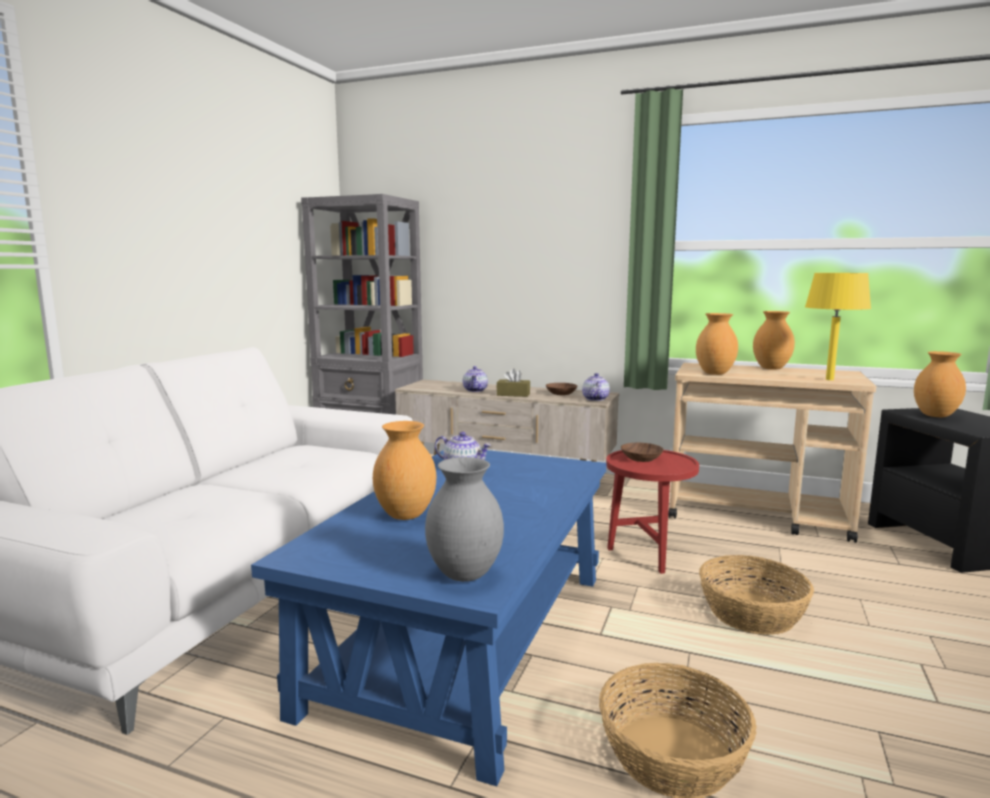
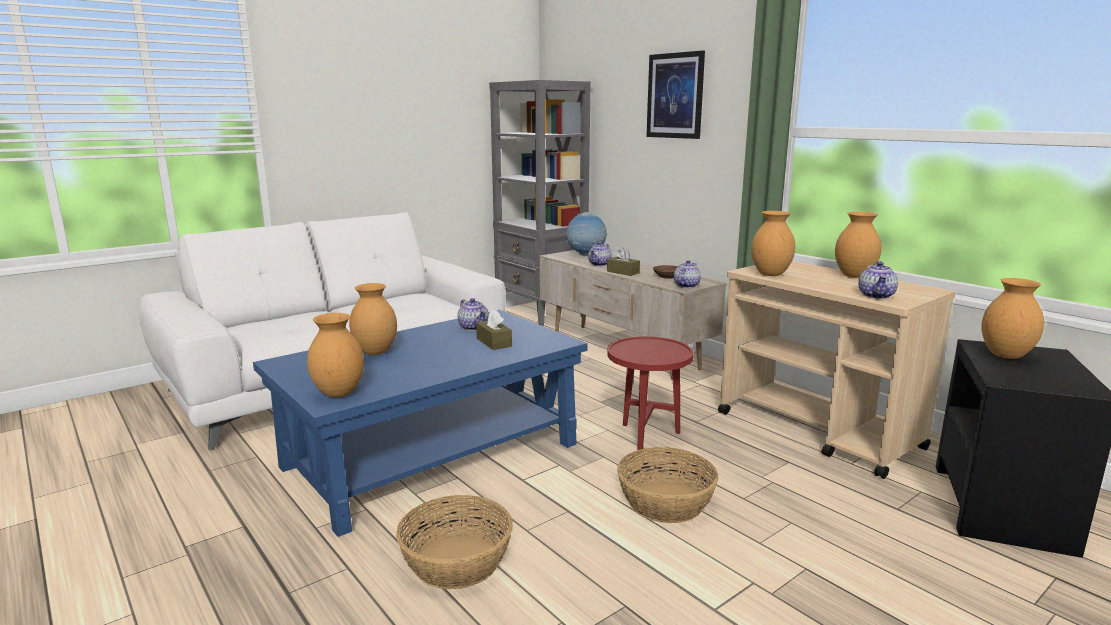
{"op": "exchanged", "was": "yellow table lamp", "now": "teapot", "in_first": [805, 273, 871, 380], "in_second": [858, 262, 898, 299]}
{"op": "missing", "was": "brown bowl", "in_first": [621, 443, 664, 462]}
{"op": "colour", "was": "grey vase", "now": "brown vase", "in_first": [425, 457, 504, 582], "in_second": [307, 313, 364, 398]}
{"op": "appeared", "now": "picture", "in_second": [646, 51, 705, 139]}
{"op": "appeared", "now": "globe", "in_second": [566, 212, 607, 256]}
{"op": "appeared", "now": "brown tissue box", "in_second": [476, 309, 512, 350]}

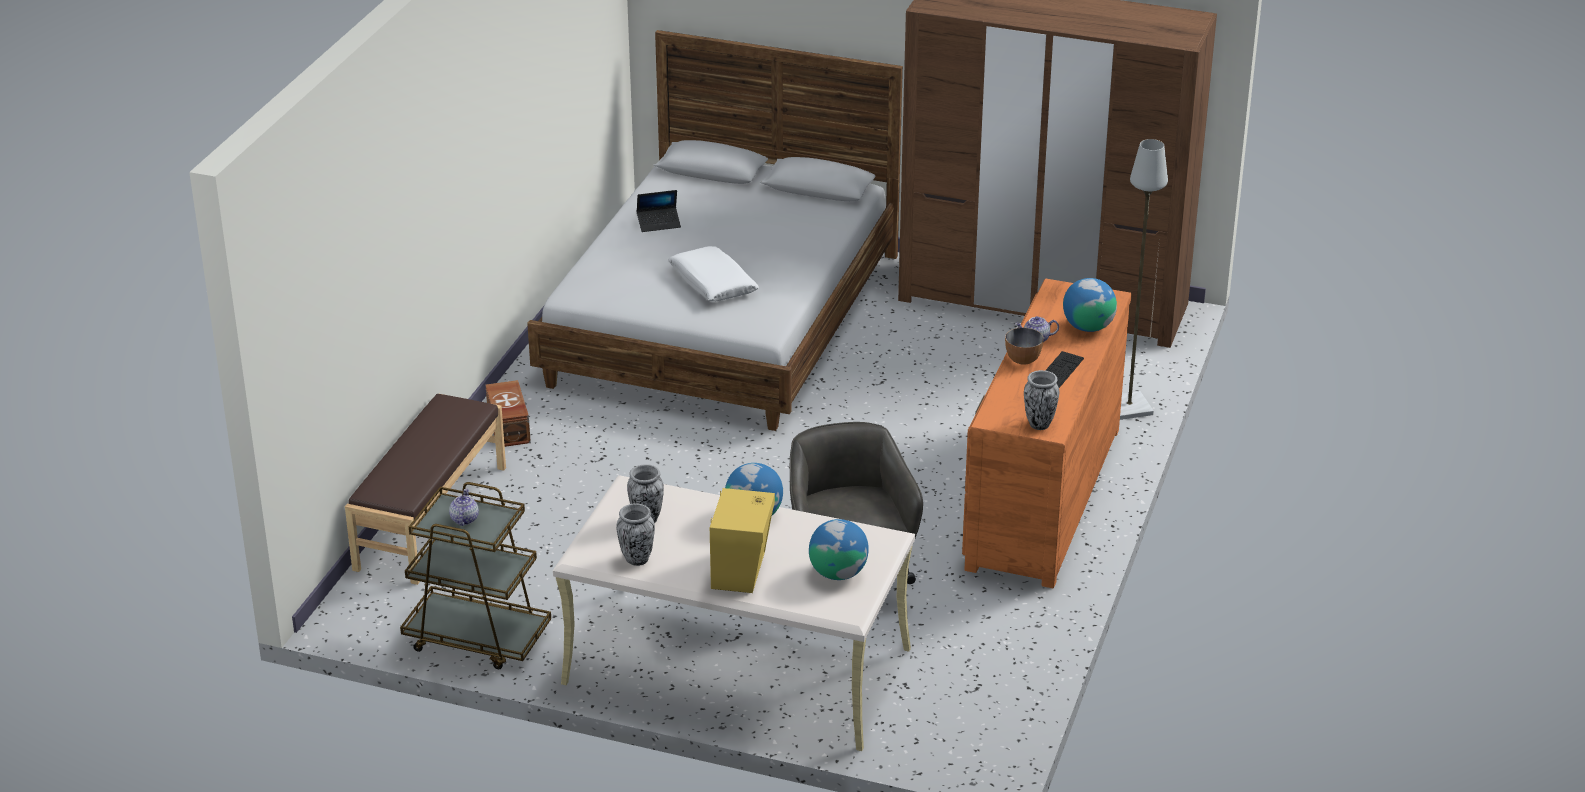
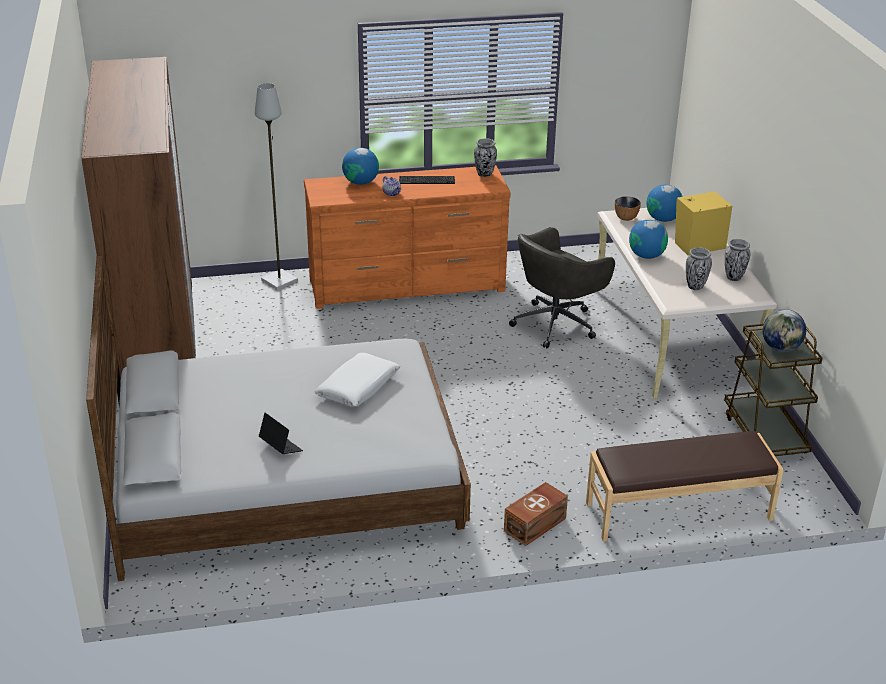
{"op": "relocated", "was": "bowl", "in_first": [1005, 328, 1044, 365], "in_second": [615, 196, 641, 221]}
{"op": "exchanged", "was": "teapot", "now": "globe", "in_first": [449, 489, 479, 526], "in_second": [763, 309, 806, 352]}

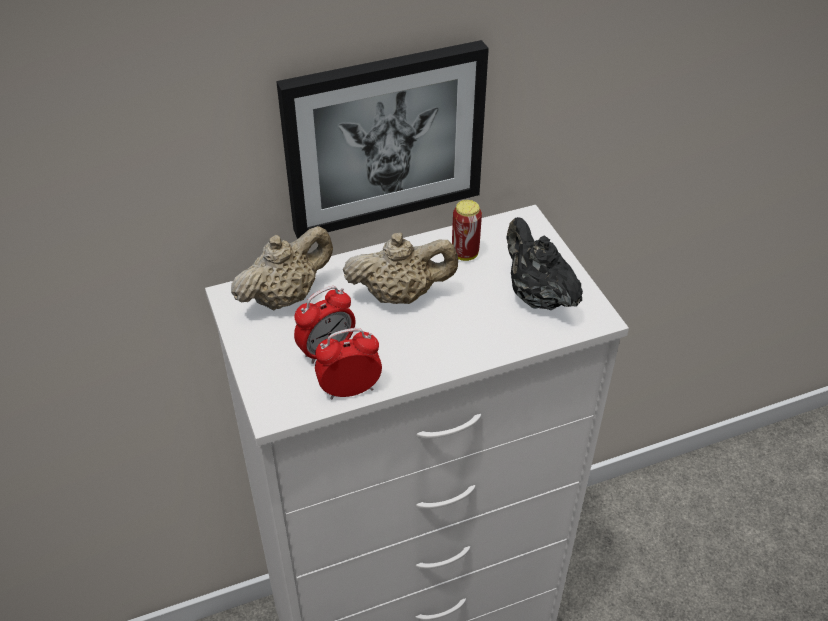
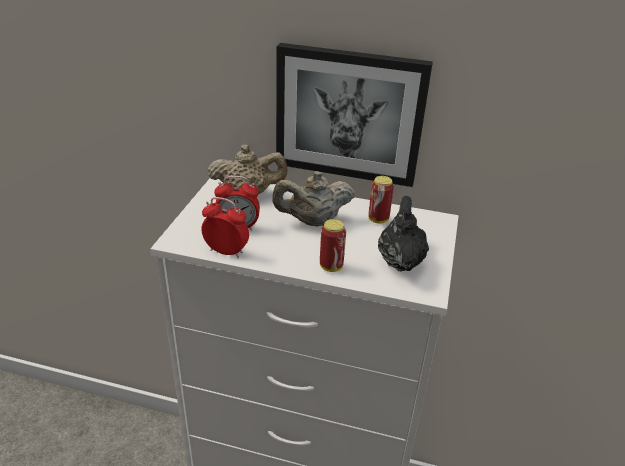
{"op": "spun", "was": "beige teapot", "in_first": [343, 232, 458, 304], "in_second": [272, 171, 355, 227], "clockwise": 135}
{"op": "appeared", "now": "can", "in_second": [320, 219, 346, 272]}

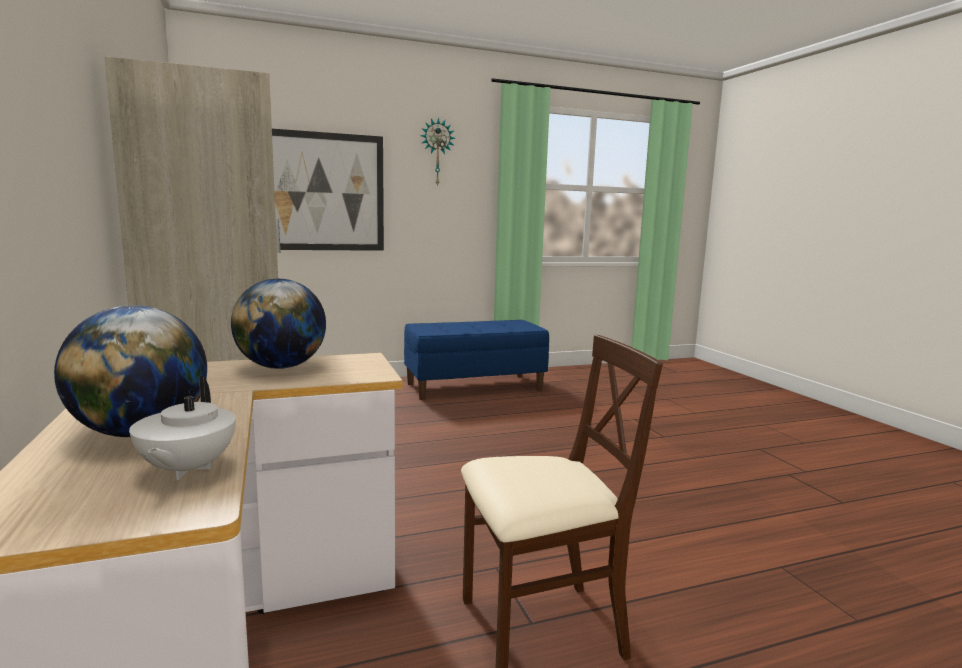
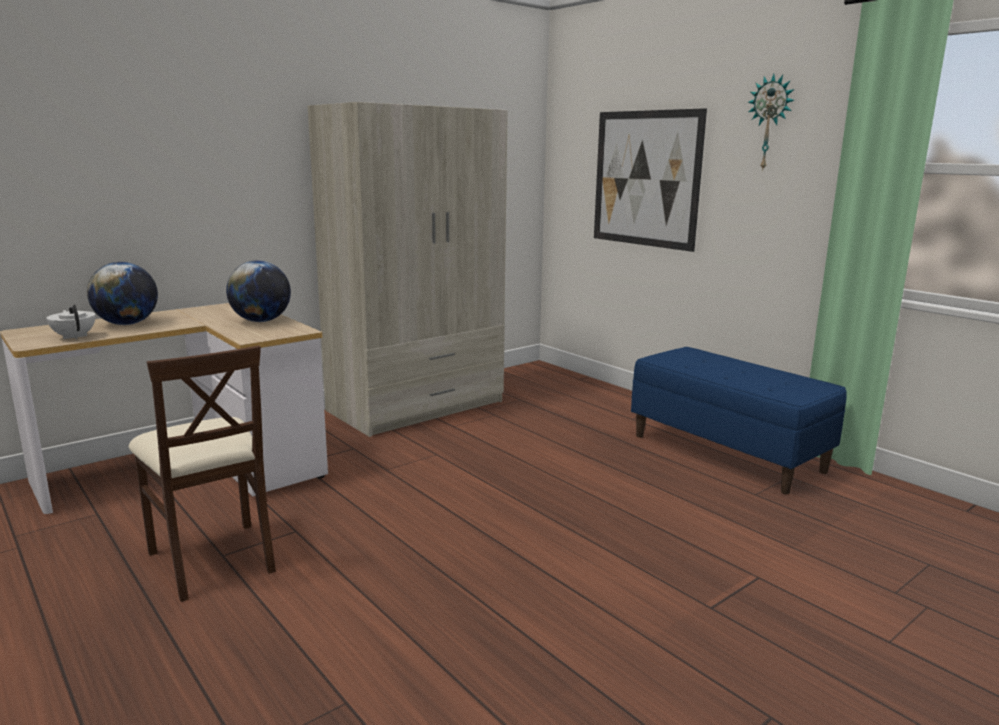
{"op": "spun", "was": "white teapot", "in_first": [129, 376, 236, 480], "in_second": [46, 304, 96, 340], "clockwise": 75}

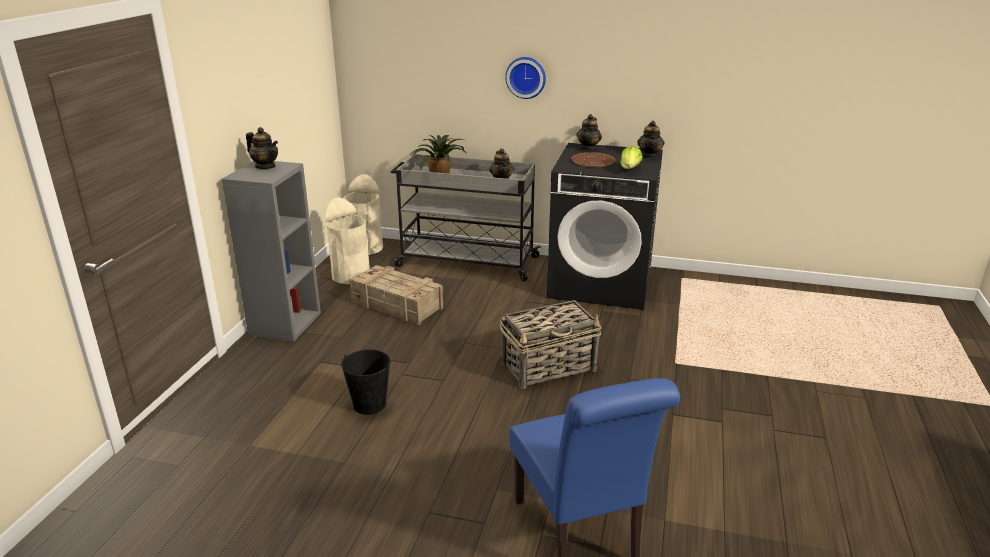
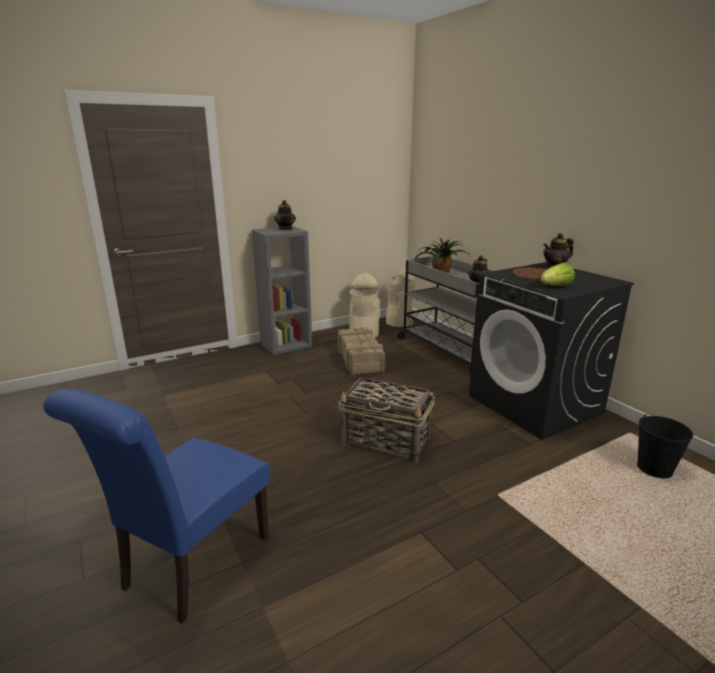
{"op": "missing", "was": "wall clock", "in_first": [505, 57, 546, 99]}
{"op": "missing", "was": "teapot", "in_first": [637, 120, 665, 158]}
{"op": "relocated", "was": "black bucket", "in_first": [341, 349, 390, 415], "in_second": [637, 414, 693, 478]}

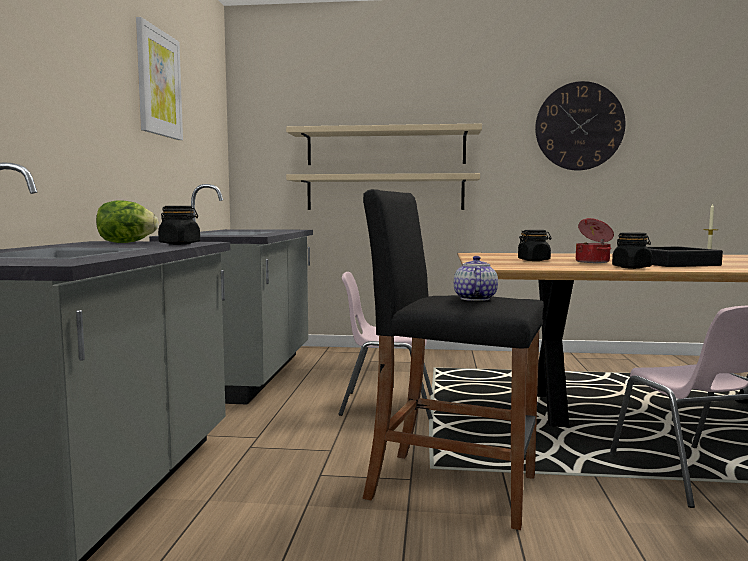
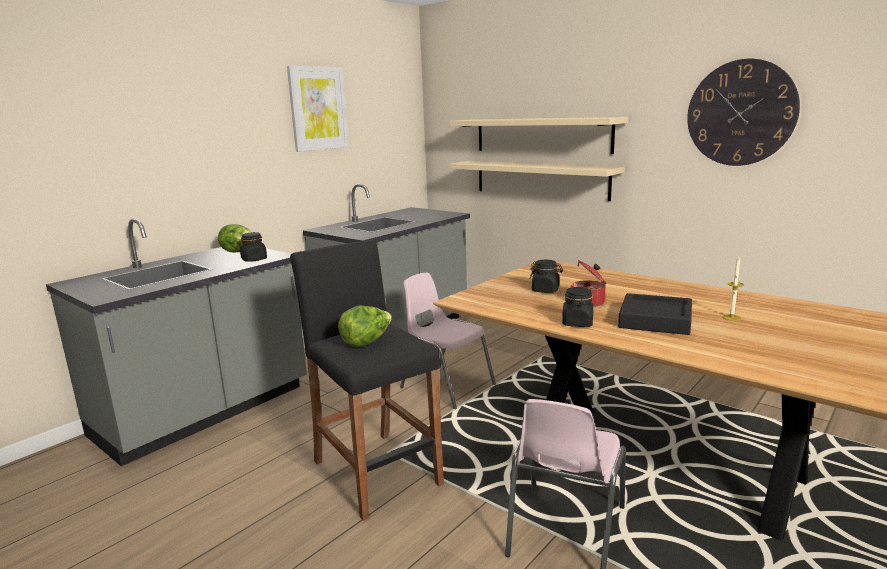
{"op": "exchanged", "was": "teapot", "now": "lettuce", "in_first": [454, 256, 498, 301], "in_second": [338, 305, 392, 347]}

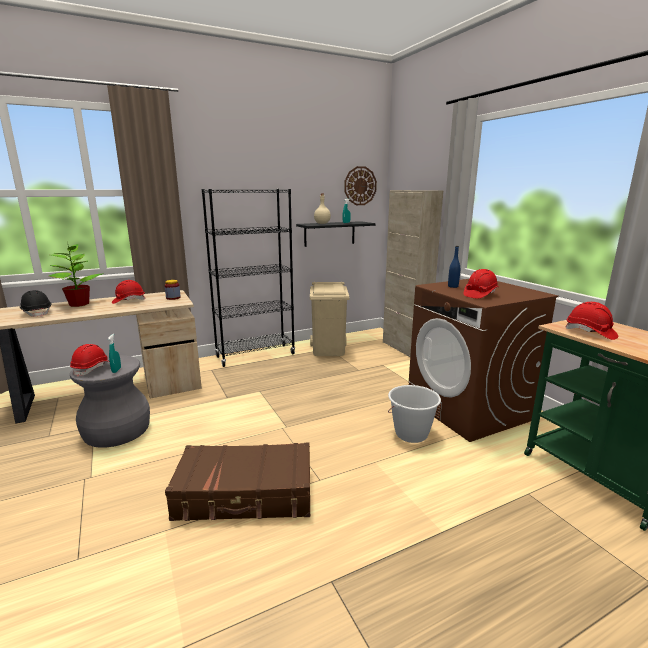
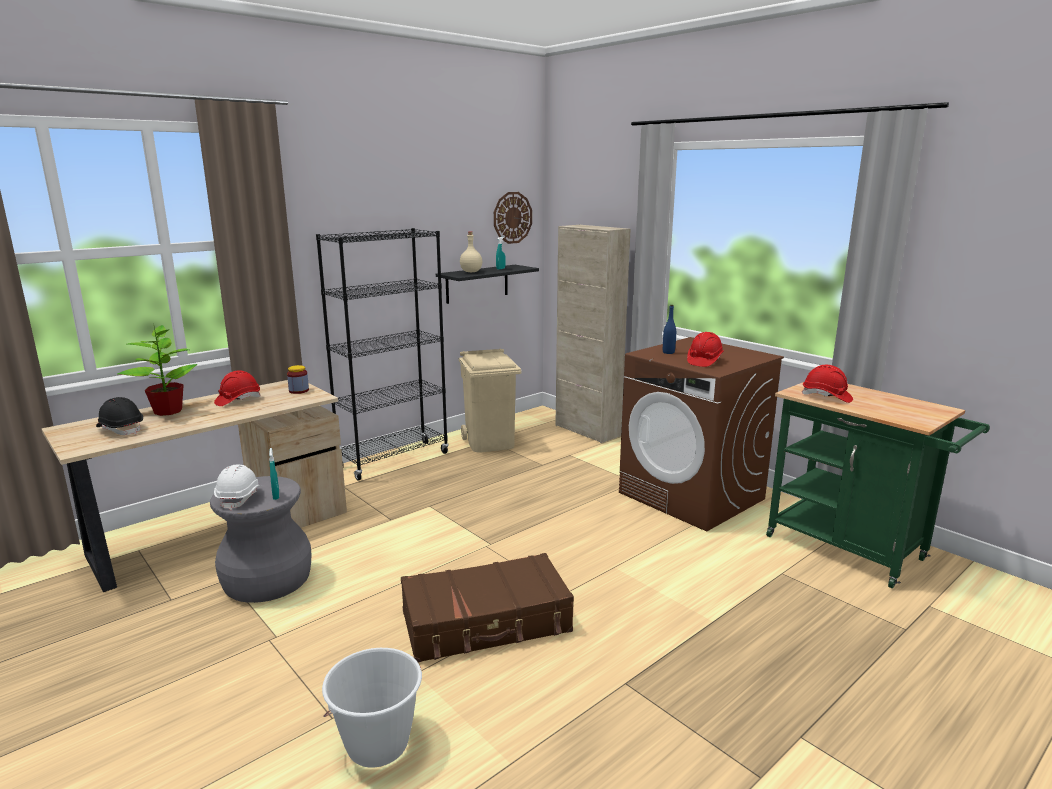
{"op": "colour", "was": "red hard hat", "now": "white hard hat", "in_first": [70, 344, 110, 377], "in_second": [214, 464, 261, 510]}
{"op": "relocated", "was": "white bucket", "in_first": [388, 385, 441, 443], "in_second": [322, 648, 422, 768]}

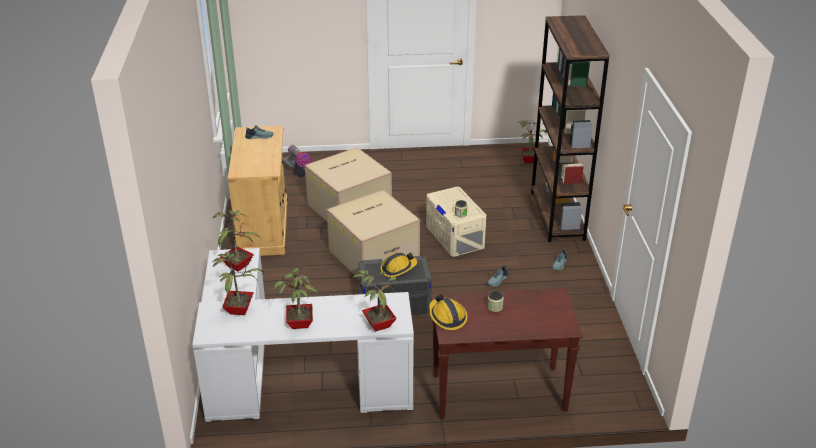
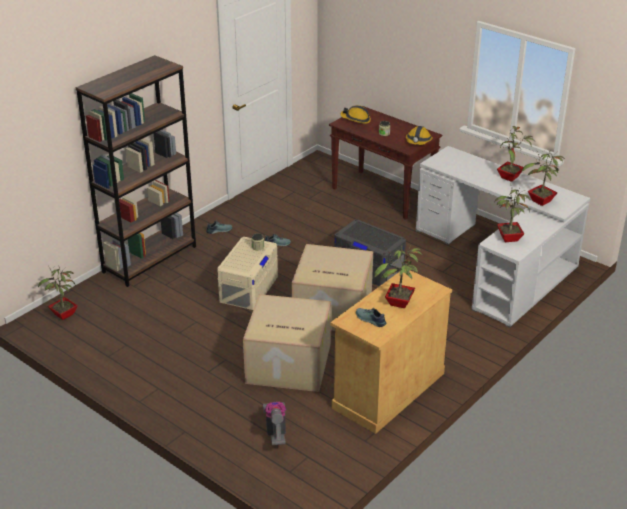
{"op": "relocated", "was": "hard hat", "in_first": [381, 252, 417, 277], "in_second": [340, 105, 371, 124]}
{"op": "relocated", "was": "potted plant", "in_first": [352, 268, 398, 332], "in_second": [374, 244, 422, 308]}

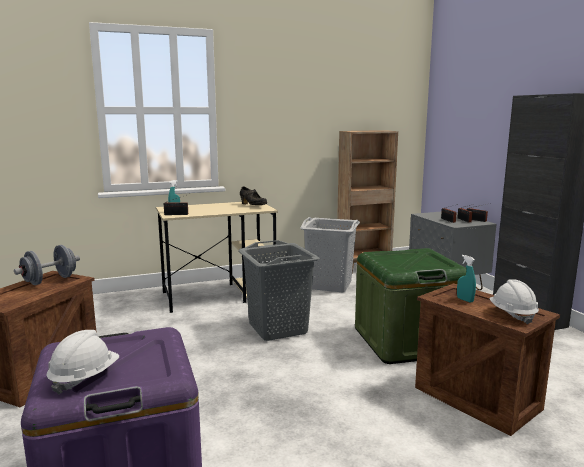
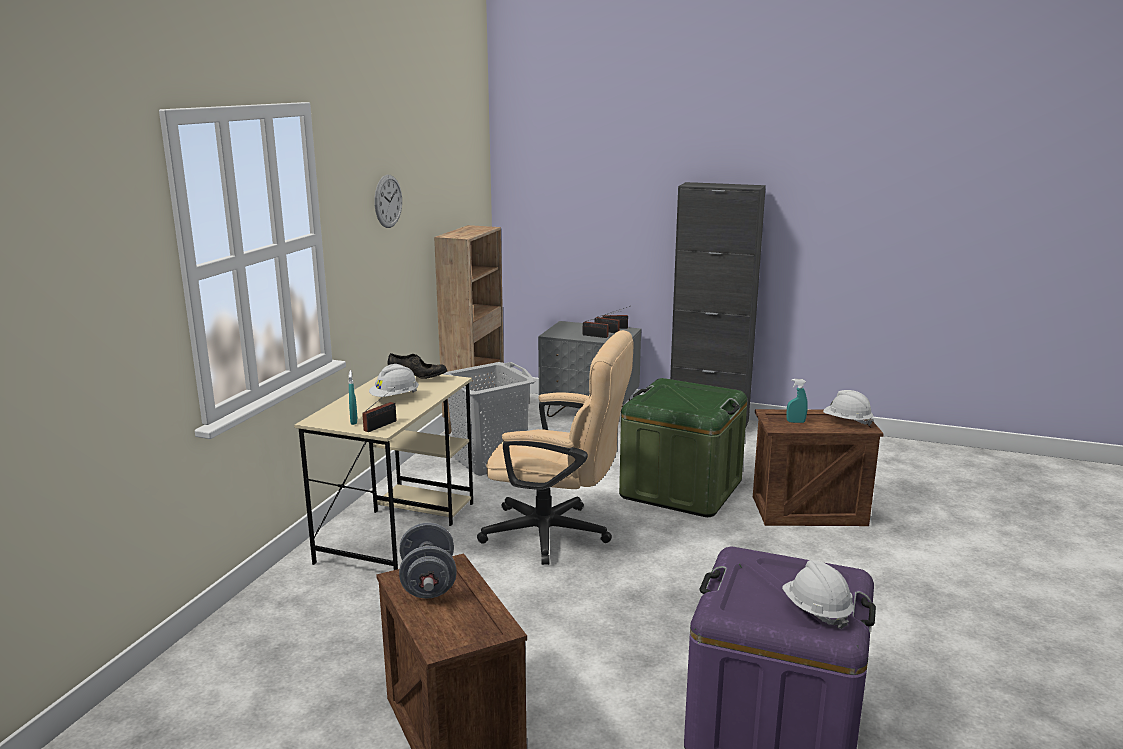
{"op": "exchanged", "was": "grey laundry basket", "now": "beige office chair", "in_first": [238, 240, 320, 341], "in_second": [477, 330, 634, 565]}
{"op": "appeared", "now": "wall clock", "in_second": [374, 175, 402, 228]}
{"op": "appeared", "now": "white hard hat", "in_second": [369, 364, 419, 397]}

